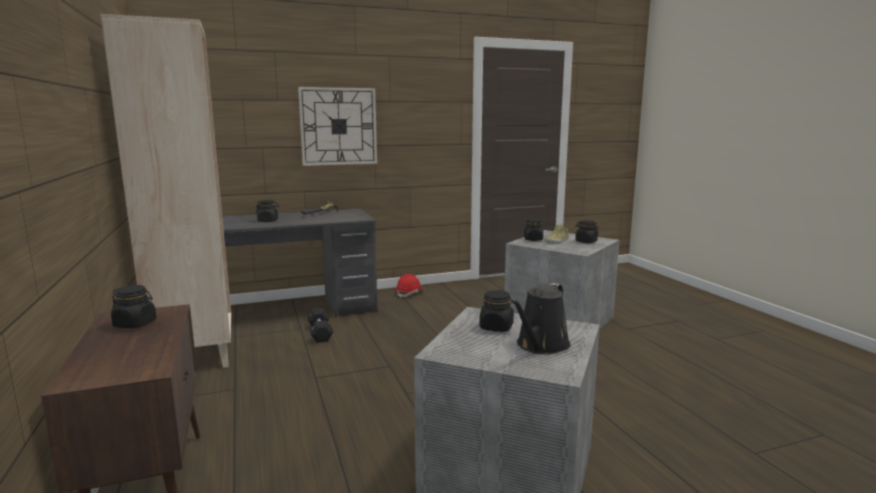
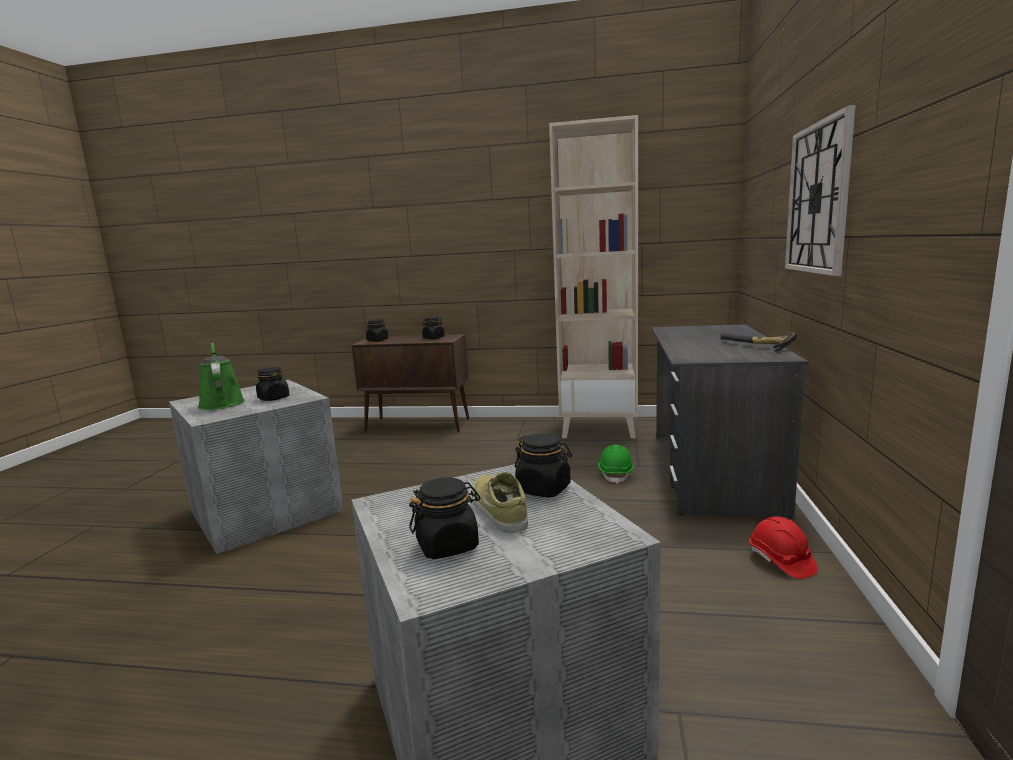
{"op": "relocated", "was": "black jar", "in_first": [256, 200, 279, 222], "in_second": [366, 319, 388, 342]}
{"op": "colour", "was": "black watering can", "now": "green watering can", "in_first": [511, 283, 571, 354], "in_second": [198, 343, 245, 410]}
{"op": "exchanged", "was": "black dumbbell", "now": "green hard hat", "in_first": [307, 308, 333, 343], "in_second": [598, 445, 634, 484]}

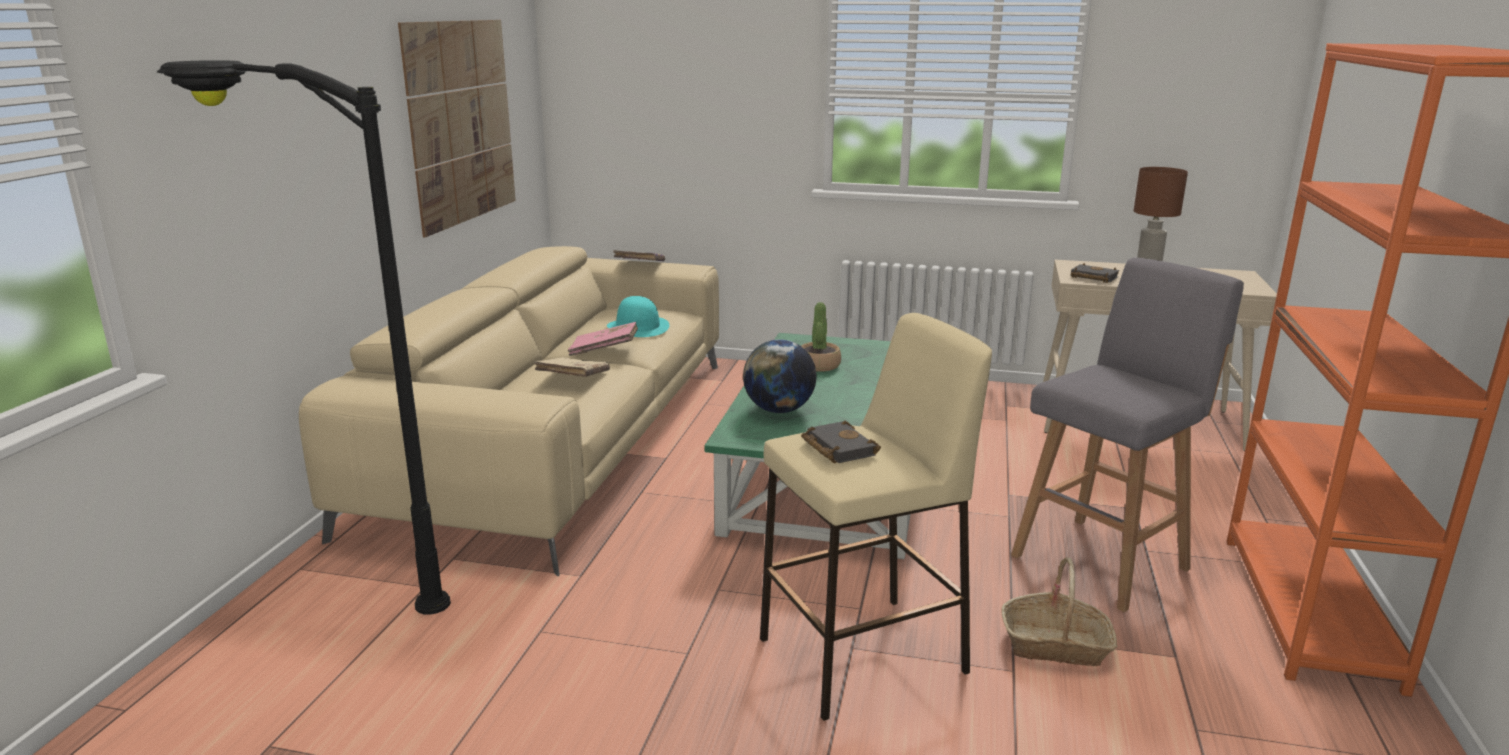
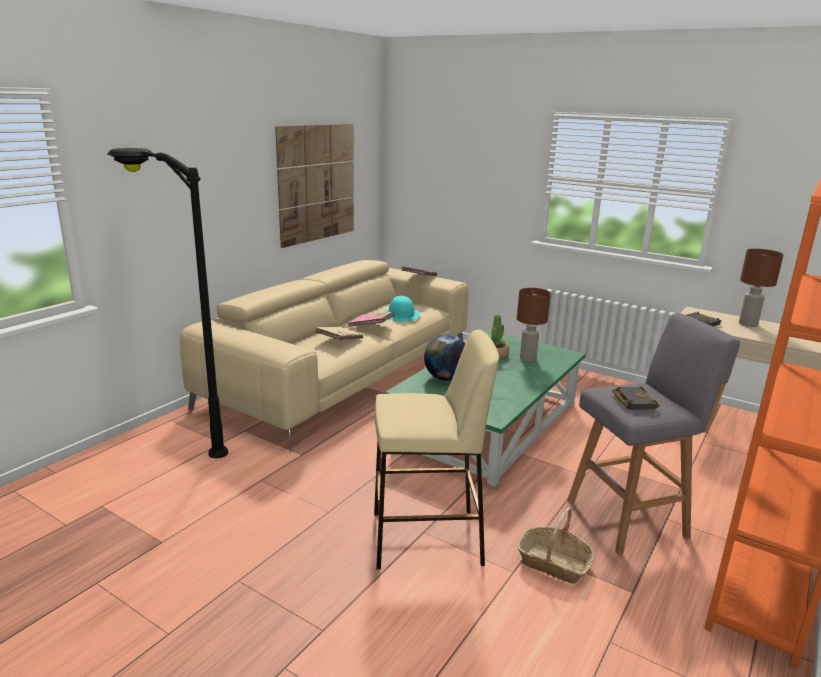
{"op": "relocated", "was": "black book", "in_first": [801, 421, 881, 463], "in_second": [612, 387, 660, 410]}
{"op": "appeared", "now": "brown table lamp", "in_second": [517, 288, 551, 362]}

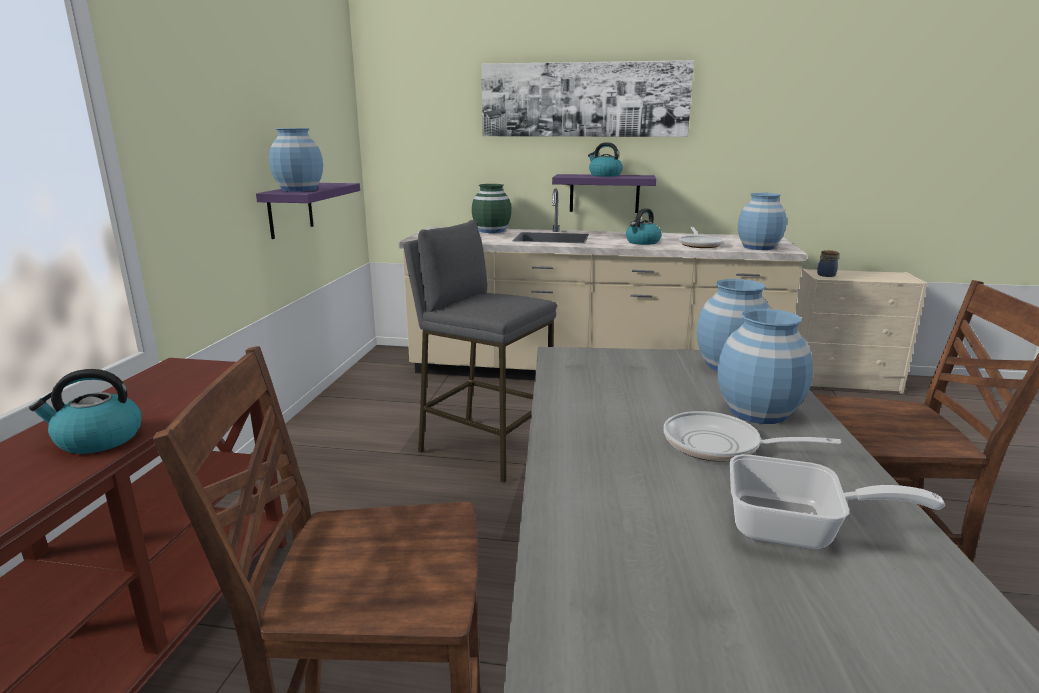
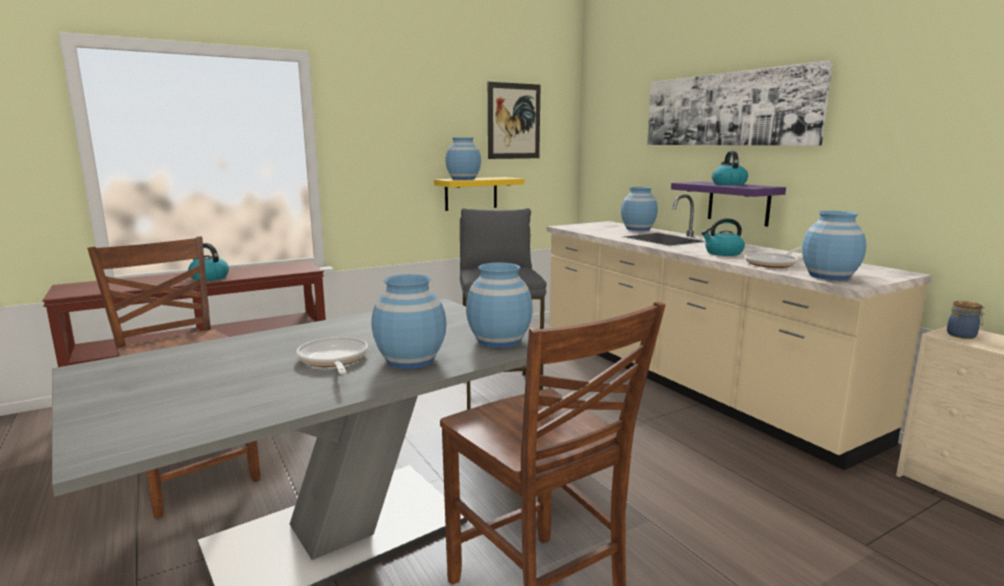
{"op": "colour", "was": "purple shelf", "now": "yellow shelf", "in_first": [256, 183, 360, 239], "in_second": [434, 177, 524, 211]}
{"op": "colour", "was": "green vase", "now": "blue vase", "in_first": [472, 184, 512, 233], "in_second": [621, 187, 658, 231]}
{"op": "missing", "was": "frying pan", "in_first": [730, 454, 945, 549]}
{"op": "appeared", "now": "picture", "in_second": [488, 82, 540, 159]}

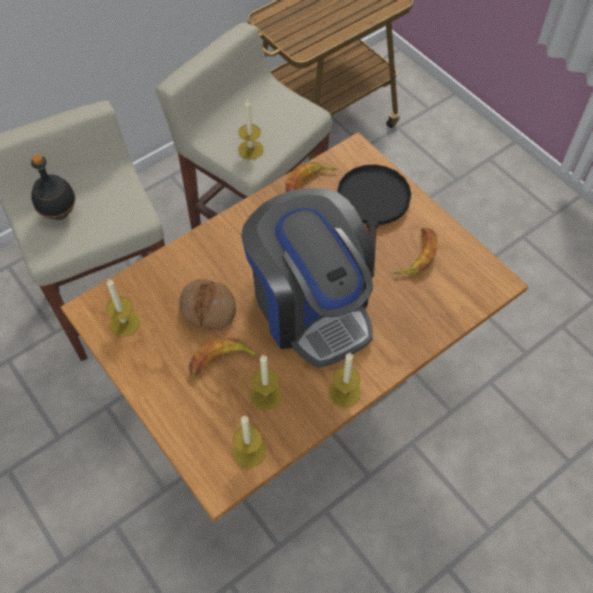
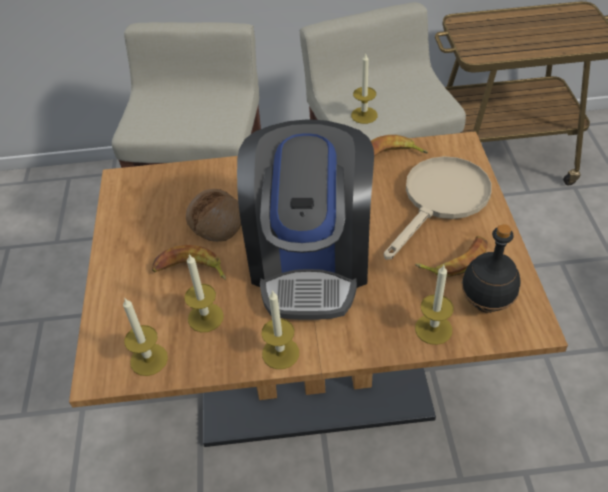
{"op": "relocated", "was": "black bottle", "in_first": [31, 155, 76, 220], "in_second": [461, 224, 521, 313]}
{"op": "colour", "was": "black frying pan", "now": "beige frying pan", "in_first": [337, 164, 411, 278], "in_second": [384, 156, 492, 260]}
{"op": "relocated", "was": "candle", "in_first": [106, 278, 140, 336], "in_second": [415, 265, 454, 345]}

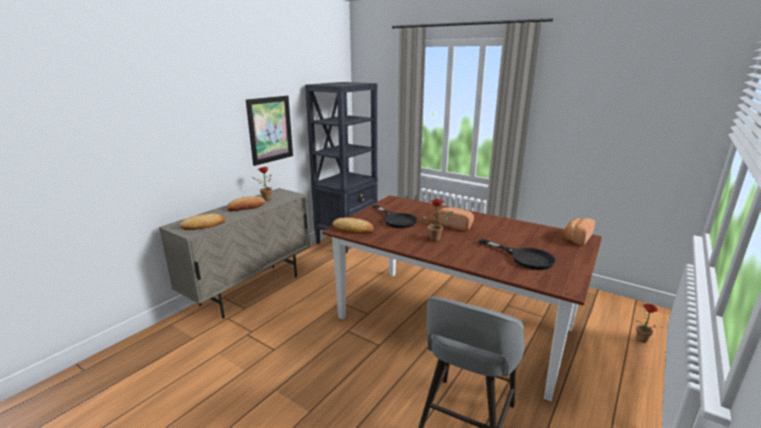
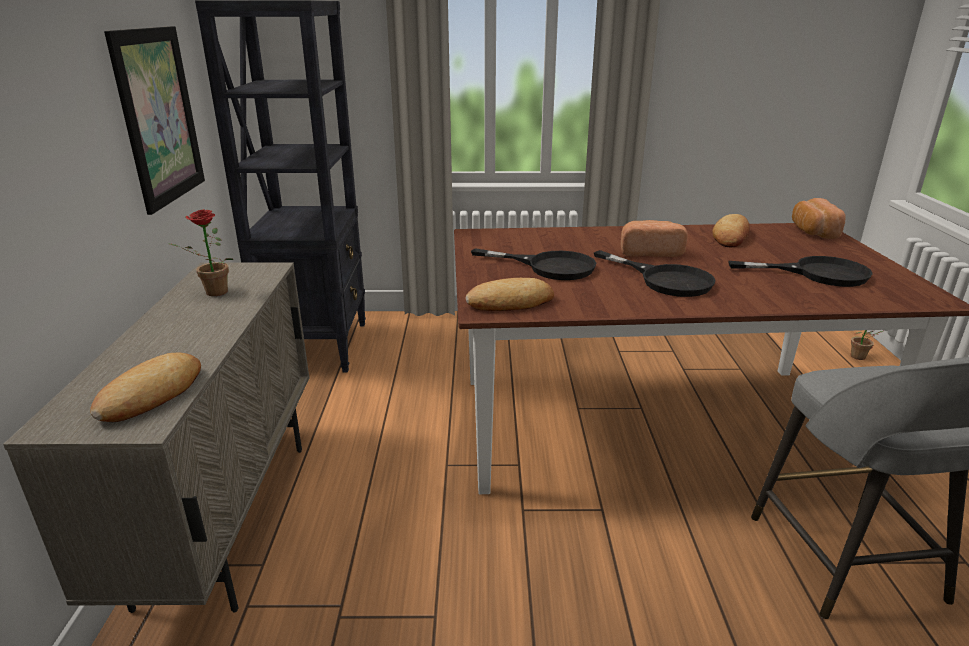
{"op": "relocated", "was": "bread", "in_first": [227, 196, 265, 211], "in_second": [712, 214, 750, 247]}
{"op": "exchanged", "was": "potted plant", "now": "black frying pan", "in_first": [422, 199, 453, 242], "in_second": [594, 250, 715, 297]}

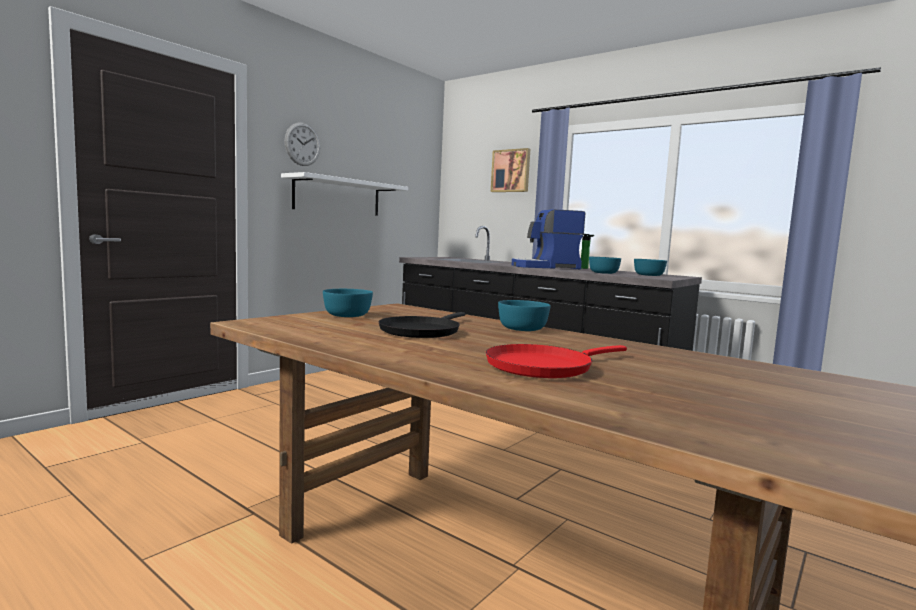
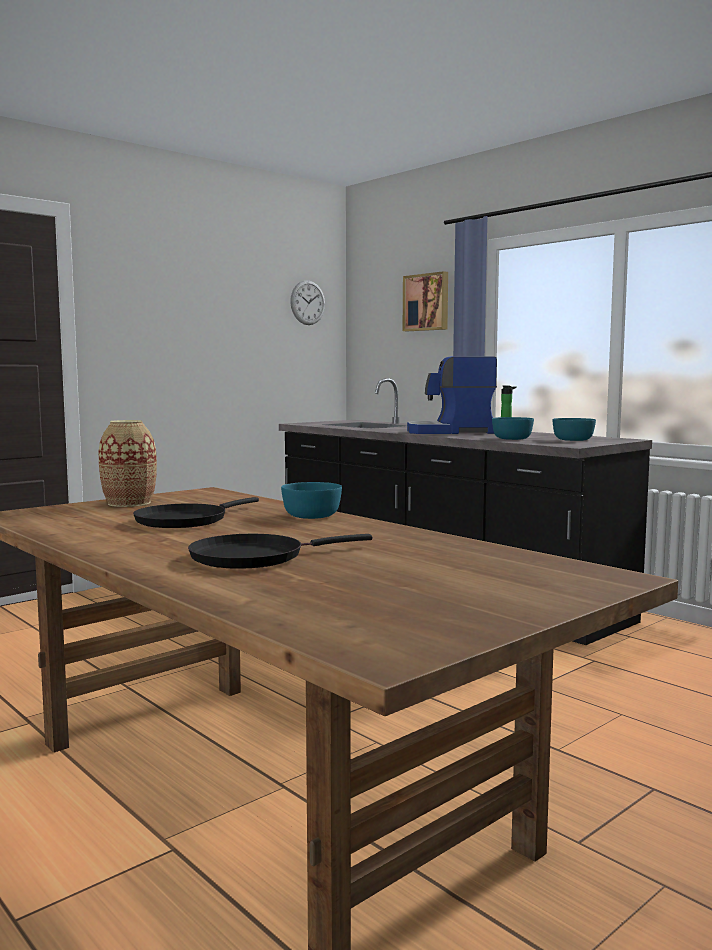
{"op": "relocated", "was": "wall clock", "in_first": [285, 122, 320, 166], "in_second": [290, 280, 325, 325]}
{"op": "missing", "was": "white shelf", "in_first": [281, 172, 408, 216]}
{"op": "exchanged", "was": "turquoise bowl", "now": "vase", "in_first": [323, 289, 373, 317], "in_second": [99, 420, 157, 507]}
{"op": "colour", "was": "red frying pan", "now": "black frying pan", "in_first": [486, 344, 627, 378], "in_second": [188, 534, 372, 569]}

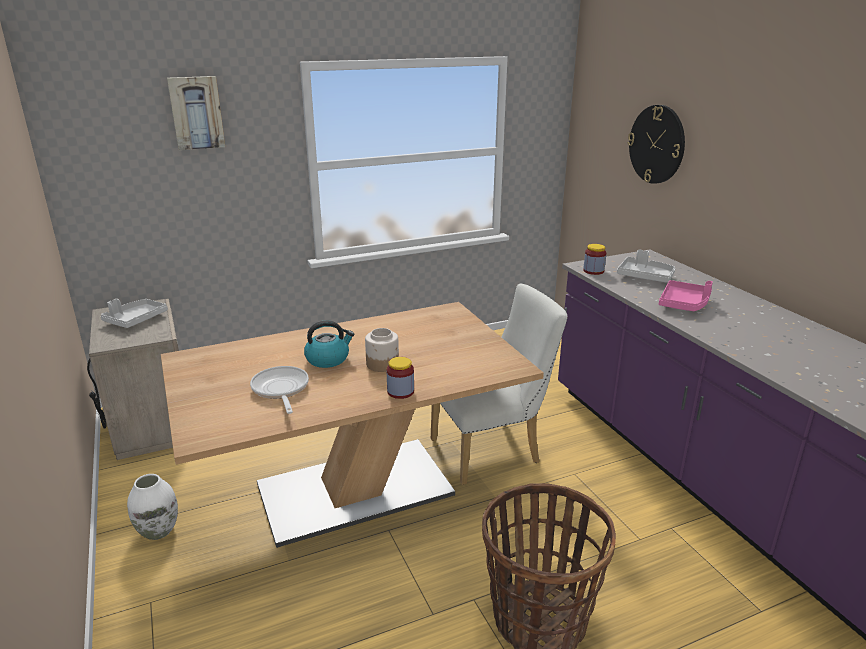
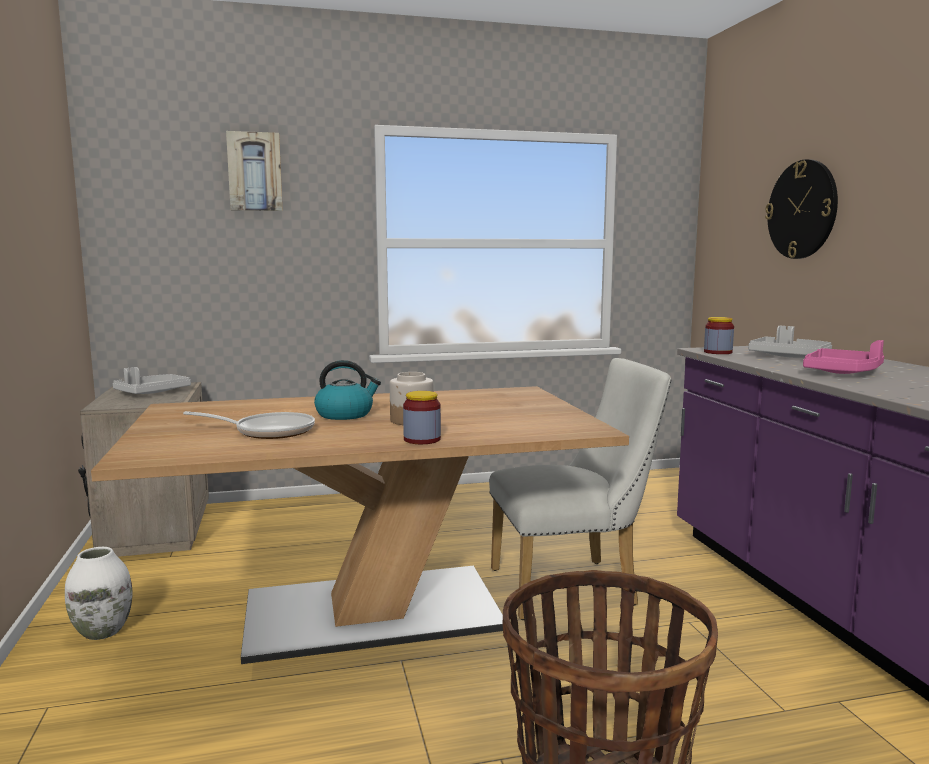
{"op": "spun", "was": "frying pan", "in_first": [250, 366, 309, 414], "in_second": [183, 411, 315, 439], "clockwise": 105}

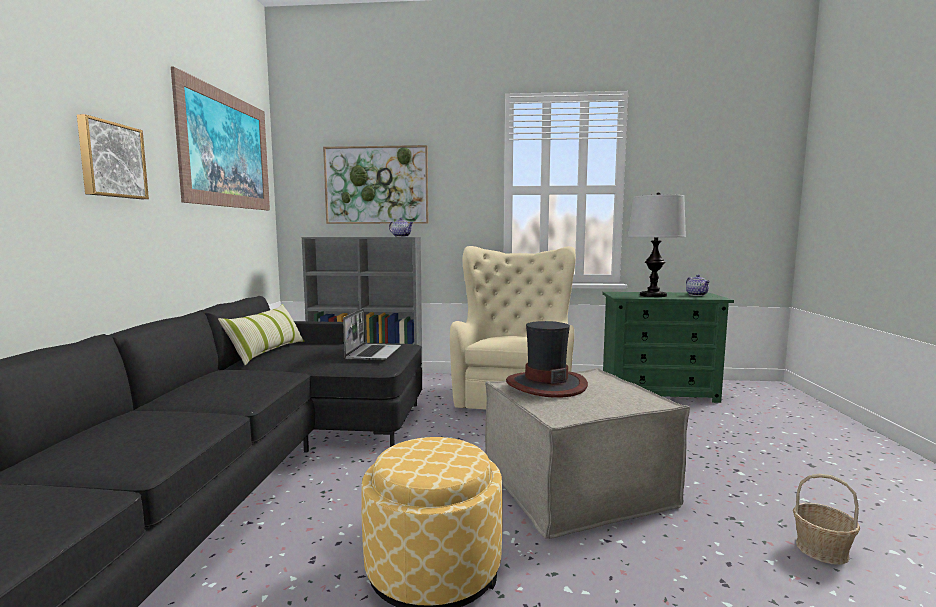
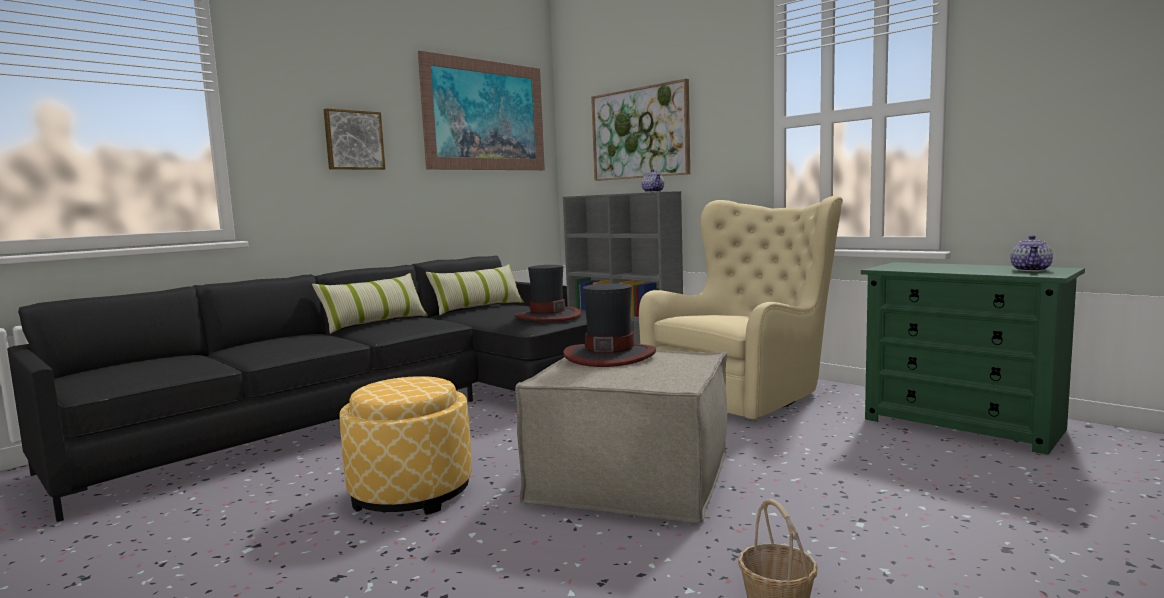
{"op": "missing", "was": "table lamp", "in_first": [628, 192, 686, 297]}
{"op": "exchanged", "was": "laptop", "now": "hat", "in_first": [343, 308, 401, 361], "in_second": [515, 265, 581, 321]}
{"op": "appeared", "now": "pillow", "in_second": [312, 273, 428, 334]}

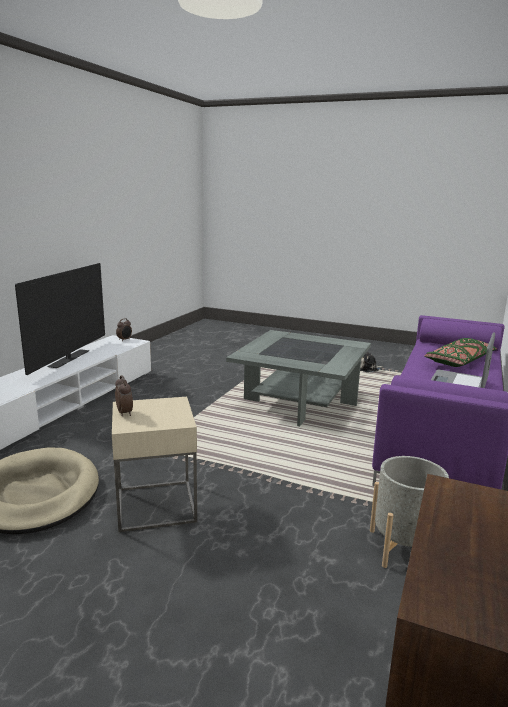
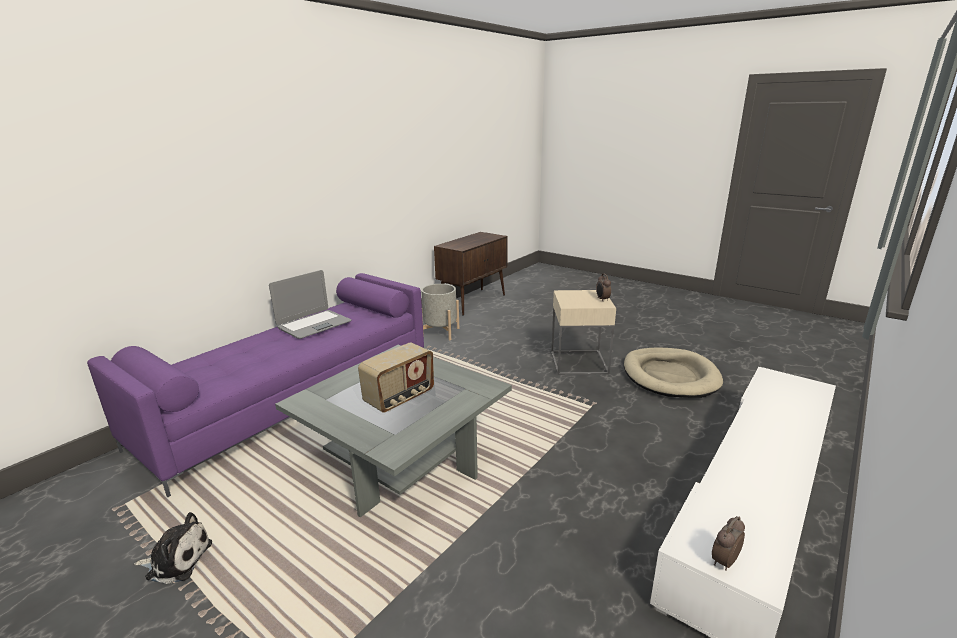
{"op": "missing", "was": "television", "in_first": [15, 263, 105, 375]}
{"op": "missing", "was": "green pillow", "in_first": [424, 338, 497, 367]}
{"op": "appeared", "now": "radio", "in_second": [358, 342, 434, 413]}

